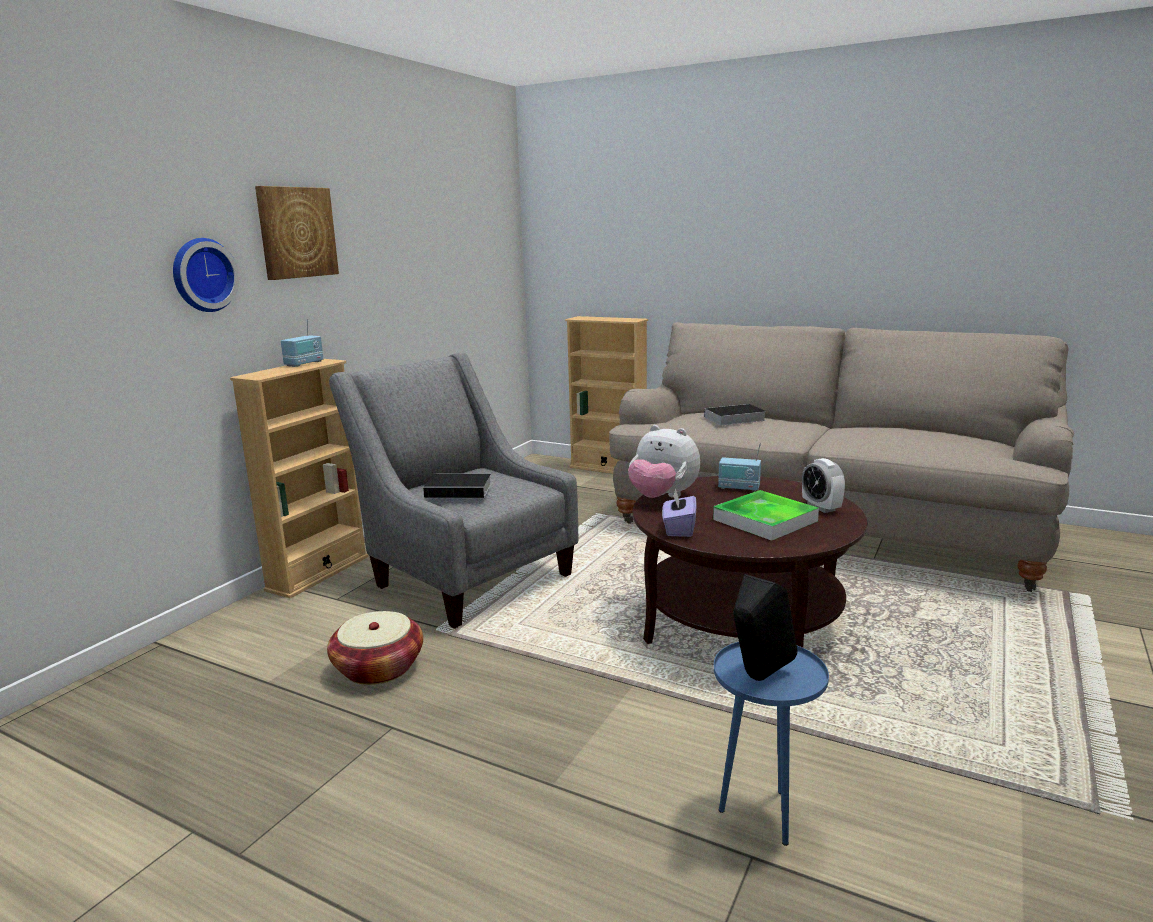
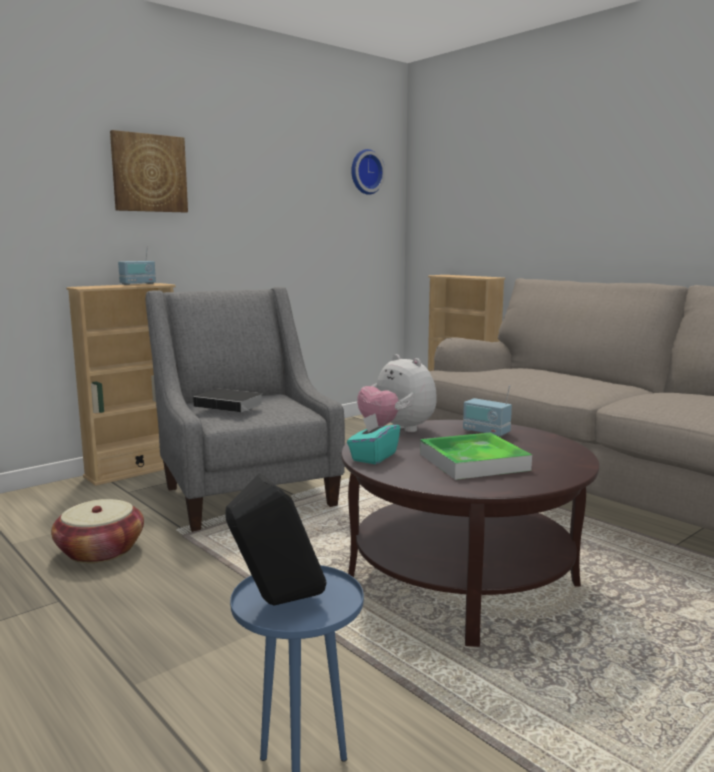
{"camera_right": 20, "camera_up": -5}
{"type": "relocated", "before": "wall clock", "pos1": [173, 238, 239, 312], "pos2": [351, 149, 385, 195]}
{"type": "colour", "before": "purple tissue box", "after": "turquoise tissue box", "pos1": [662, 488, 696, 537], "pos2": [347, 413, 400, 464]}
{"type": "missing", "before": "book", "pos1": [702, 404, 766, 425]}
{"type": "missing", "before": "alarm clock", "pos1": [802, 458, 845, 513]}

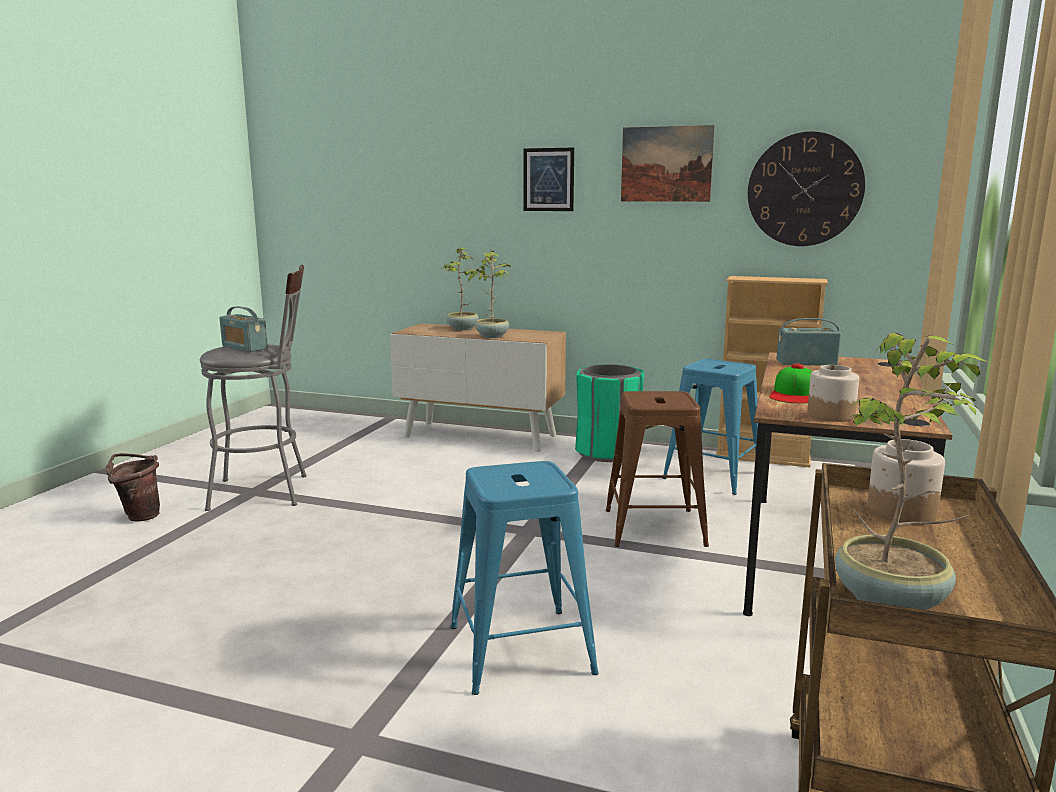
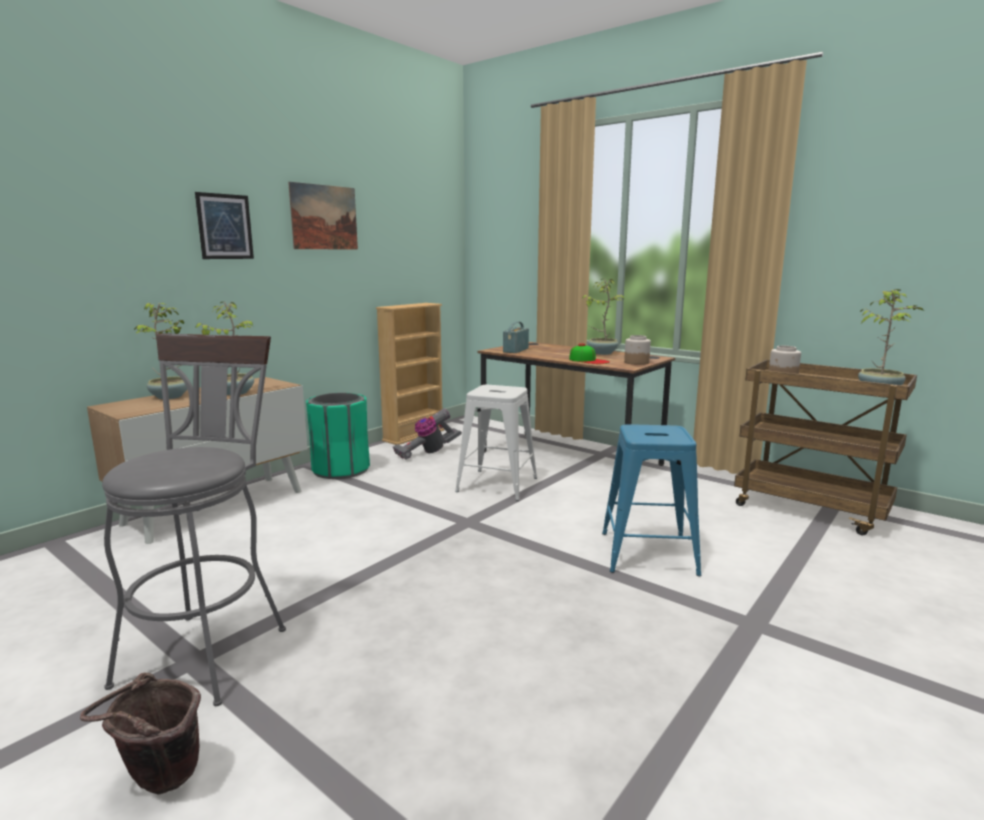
{"camera_right": -70, "camera_up": 0}
{"type": "missing", "before": "radio", "pos1": [220, 306, 268, 352]}
{"type": "colour", "before": "brown stool", "after": "white stool", "pos1": [606, 391, 709, 547], "pos2": [455, 385, 537, 501]}
{"type": "exchanged", "before": "blue stool", "after": "vacuum cleaner", "pos1": [663, 359, 758, 495], "pos2": [393, 408, 462, 460]}
{"type": "missing", "before": "wall clock", "pos1": [748, 132, 865, 246]}
{"type": "appeared", "after": "potted plant", "pos2": [583, 279, 625, 355]}

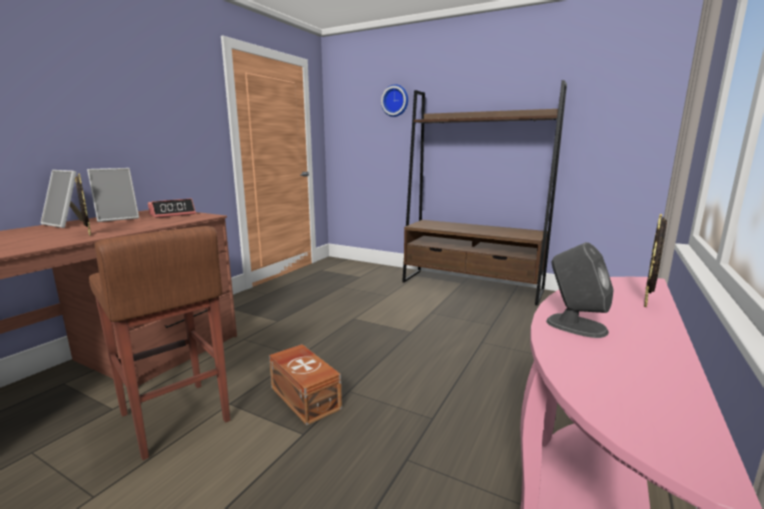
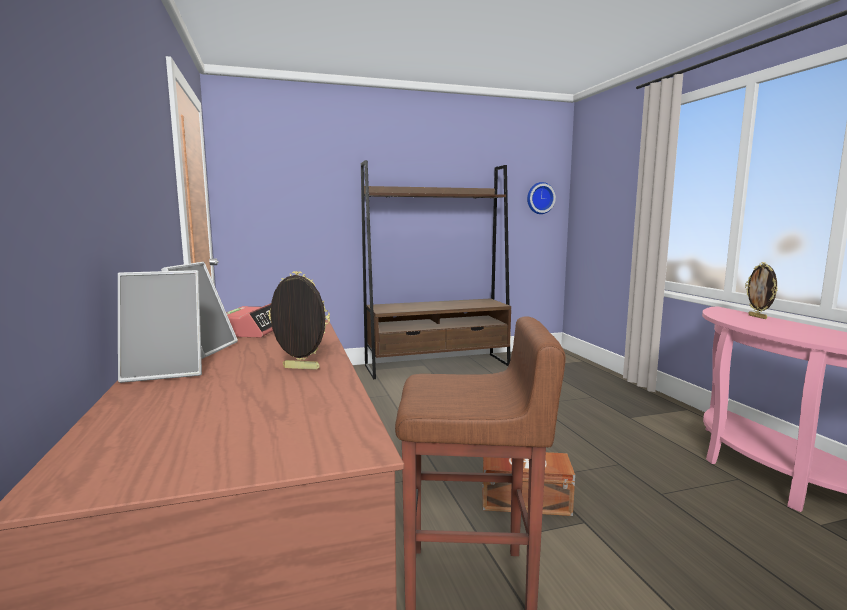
{"camera_right": -45, "camera_up": -5}
{"type": "relocated", "before": "wall clock", "pos1": [381, 84, 408, 117], "pos2": [527, 182, 556, 214]}
{"type": "missing", "before": "grey speaker", "pos1": [546, 242, 614, 338]}

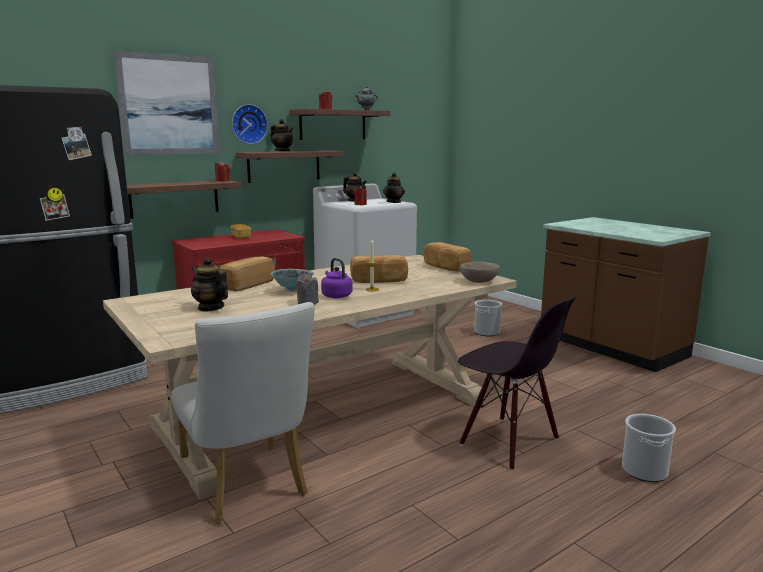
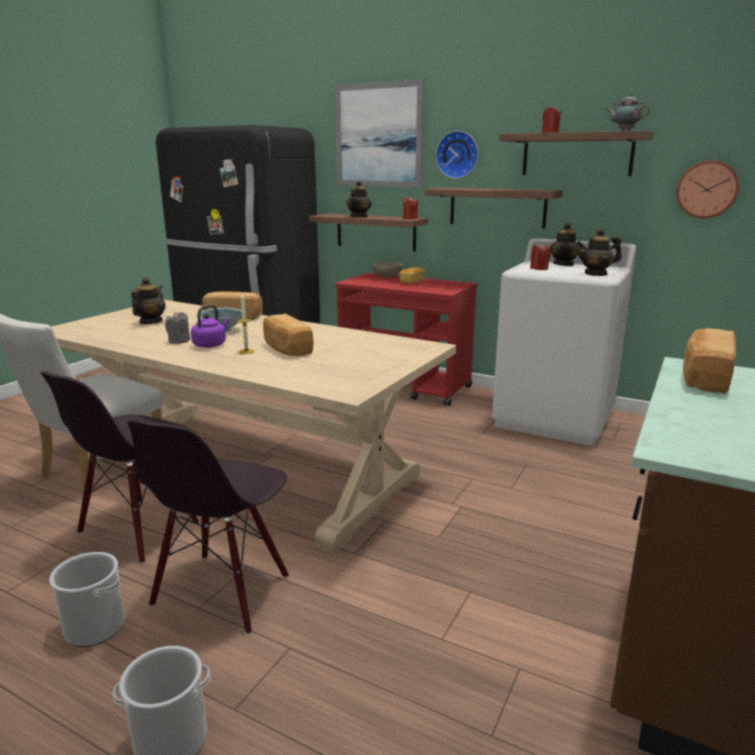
{"camera_right": 65, "camera_up": 5}
{"type": "relocated", "before": "teapot", "pos1": [271, 119, 293, 151], "pos2": [346, 180, 372, 218]}
{"type": "relocated", "before": "bread", "pos1": [423, 242, 471, 272], "pos2": [683, 328, 736, 394]}
{"type": "relocated", "before": "beige bowl", "pos1": [460, 261, 500, 283], "pos2": [373, 262, 402, 277]}
{"type": "relocated", "before": "bucket", "pos1": [474, 300, 502, 336], "pos2": [49, 552, 125, 647]}
{"type": "appeared", "after": "black chair", "pos2": [40, 371, 199, 564]}
{"type": "appeared", "after": "wall clock", "pos2": [676, 160, 739, 218]}

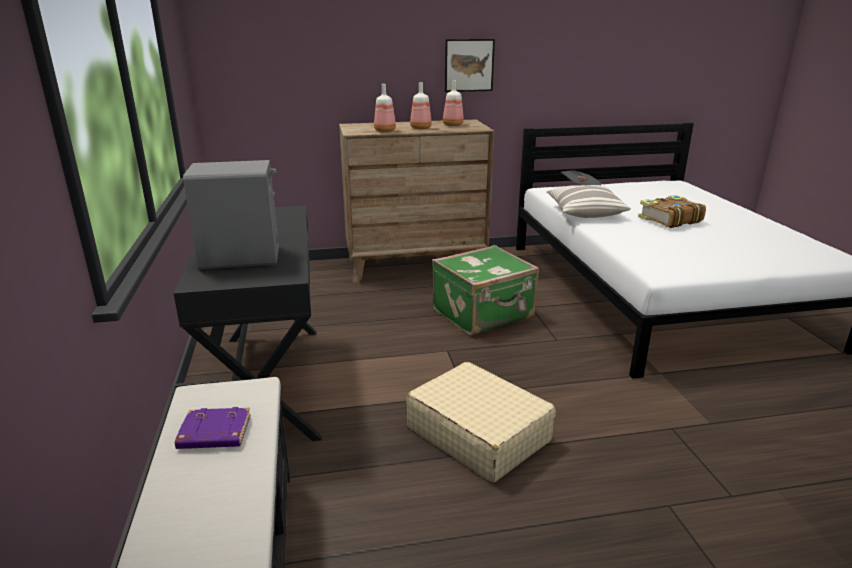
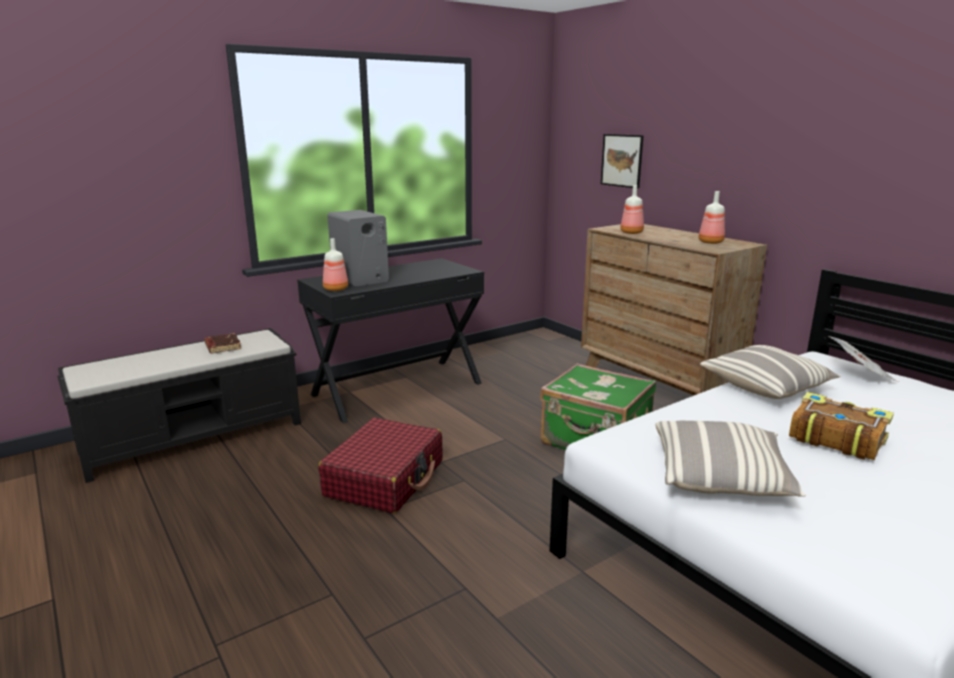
{"camera_right": 65, "camera_up": -5}
{"type": "colour", "before": "purple book", "after": "brown book", "pos1": [175, 407, 251, 449], "pos2": [204, 333, 241, 354]}
{"type": "colour", "before": "beige suitcase", "after": "red suitcase", "pos1": [406, 362, 556, 483], "pos2": [318, 418, 443, 514]}
{"type": "relocated", "before": "bottle", "pos1": [410, 82, 432, 129], "pos2": [323, 238, 348, 291]}
{"type": "relocated", "before": "picture", "pos1": [445, 39, 495, 92], "pos2": [601, 134, 644, 189]}
{"type": "appeared", "after": "pillow", "pos2": [655, 421, 806, 497]}

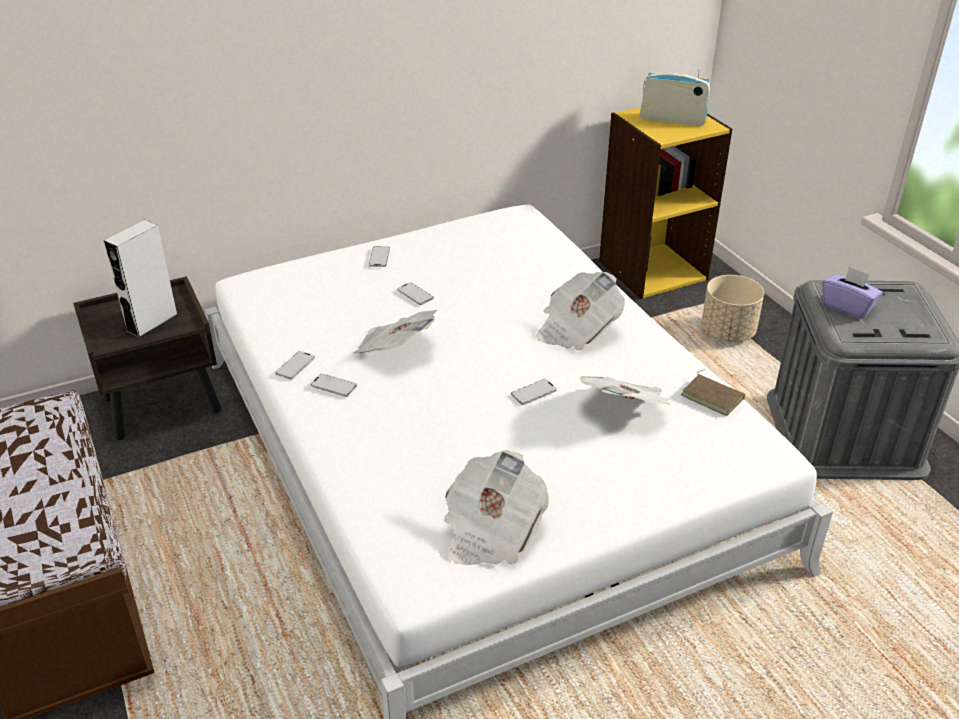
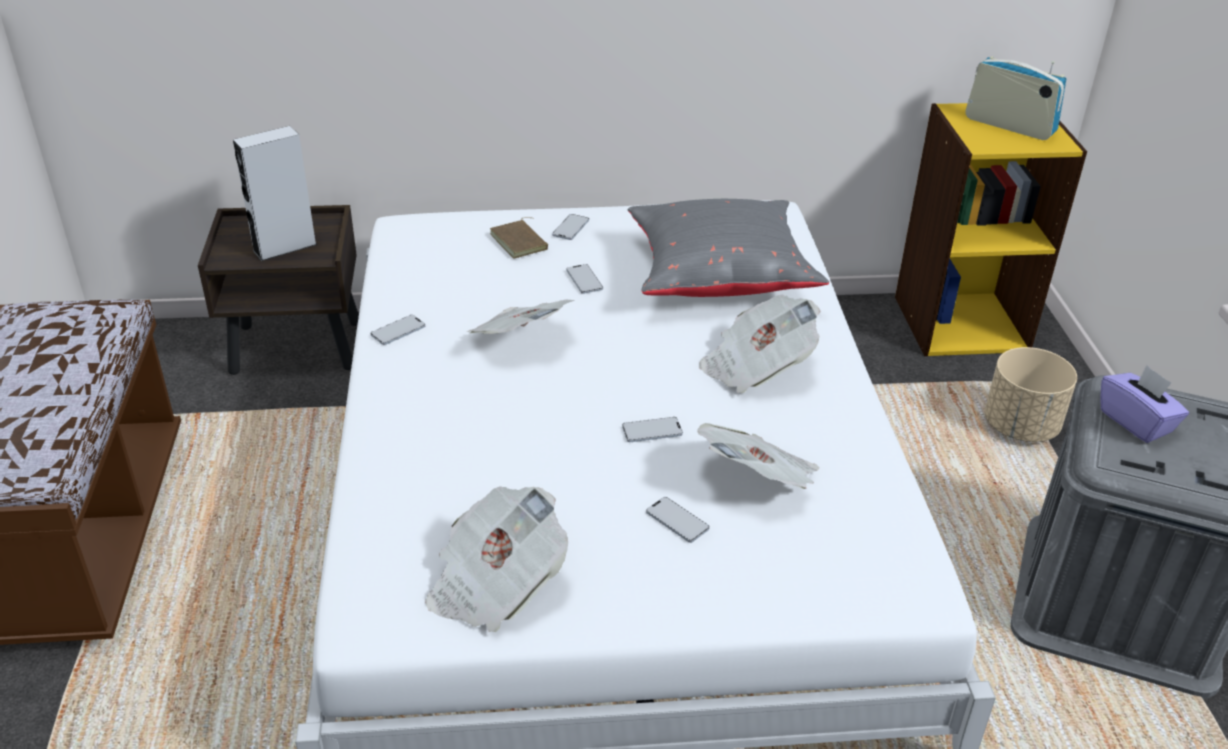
{"camera_right": 20, "camera_up": 0}
{"type": "relocated", "before": "phone", "pos1": [311, 374, 357, 397], "pos2": [646, 497, 710, 543]}
{"type": "relocated", "before": "brown book", "pos1": [681, 369, 745, 416], "pos2": [490, 217, 548, 259]}
{"type": "appeared", "after": "grey pillow", "pos2": [628, 199, 829, 297]}

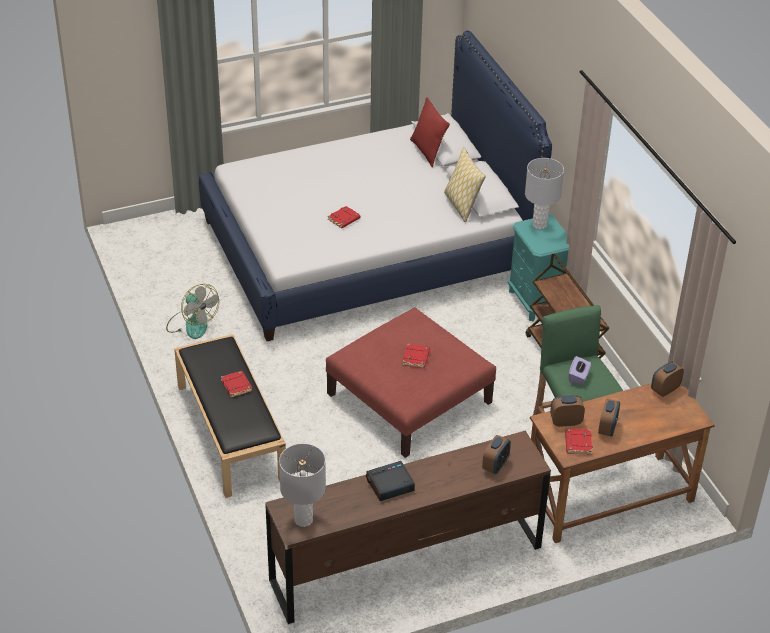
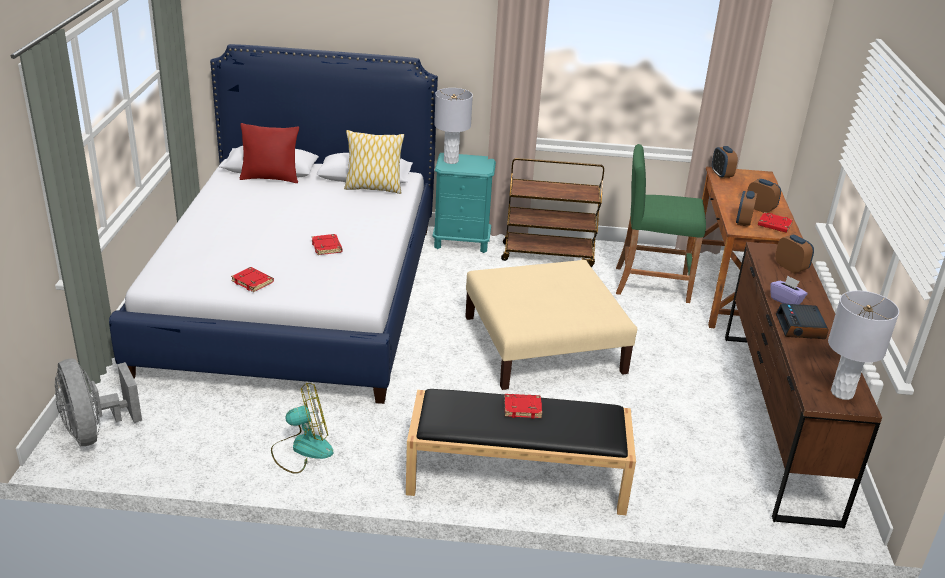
{"camera_right": -65, "camera_up": -10}
{"type": "colour", "before": "red ottoman", "after": "beige ottoman", "pos1": [326, 307, 496, 458], "pos2": [465, 260, 637, 390]}
{"type": "relocated", "before": "red book", "pos1": [403, 344, 430, 368], "pos2": [231, 267, 274, 292]}
{"type": "relocated", "before": "purple tissue box", "pos1": [569, 356, 591, 385], "pos2": [770, 276, 808, 304]}
{"type": "appeared", "after": "grey fan", "pos2": [55, 359, 142, 446]}

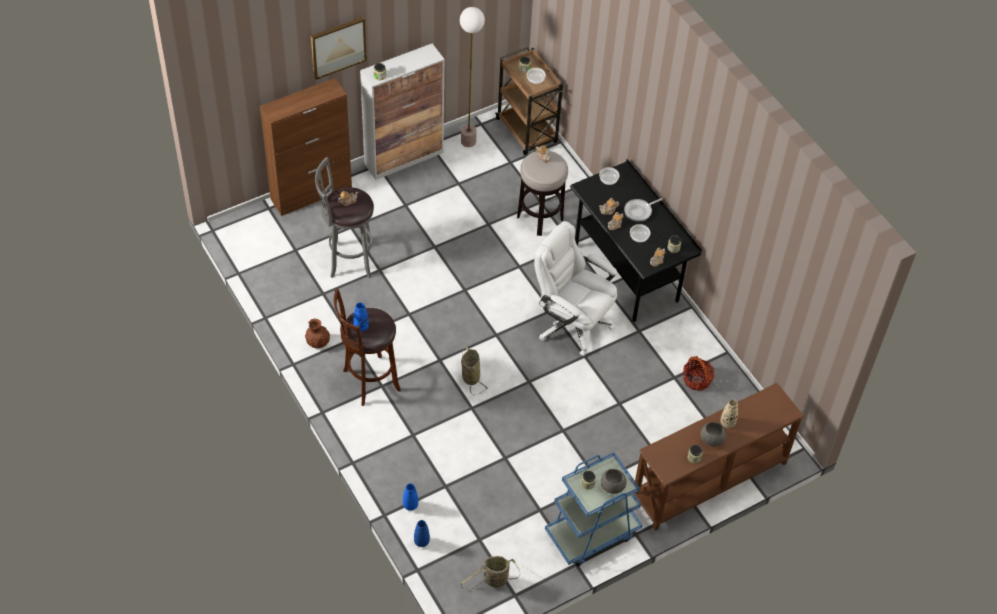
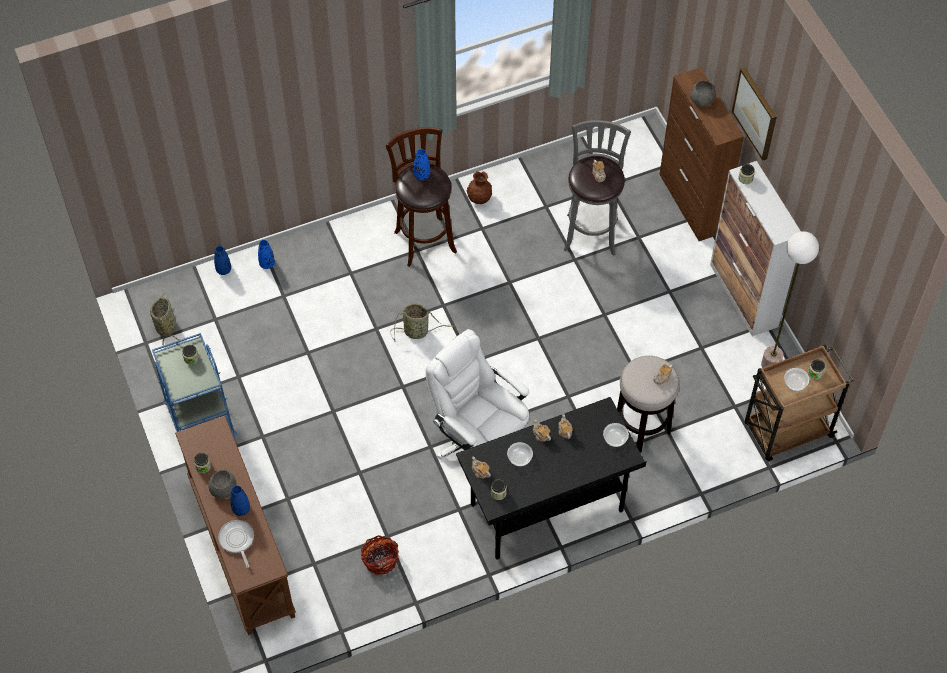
{"camera_right": 100, "camera_up": 5}
{"type": "spun", "before": "white office chair", "pos1": [534, 221, 617, 356], "pos2": [426, 329, 529, 459], "turn": -90}
{"type": "relocated", "before": "grey bowl", "pos1": [601, 469, 627, 494], "pos2": [690, 81, 716, 107]}
{"type": "relocated", "before": "frying pan", "pos1": [624, 198, 663, 222], "pos2": [218, 520, 254, 568]}
{"type": "colour", "before": "beige vase", "after": "blue vase", "pos1": [720, 399, 738, 428], "pos2": [230, 486, 250, 516]}

